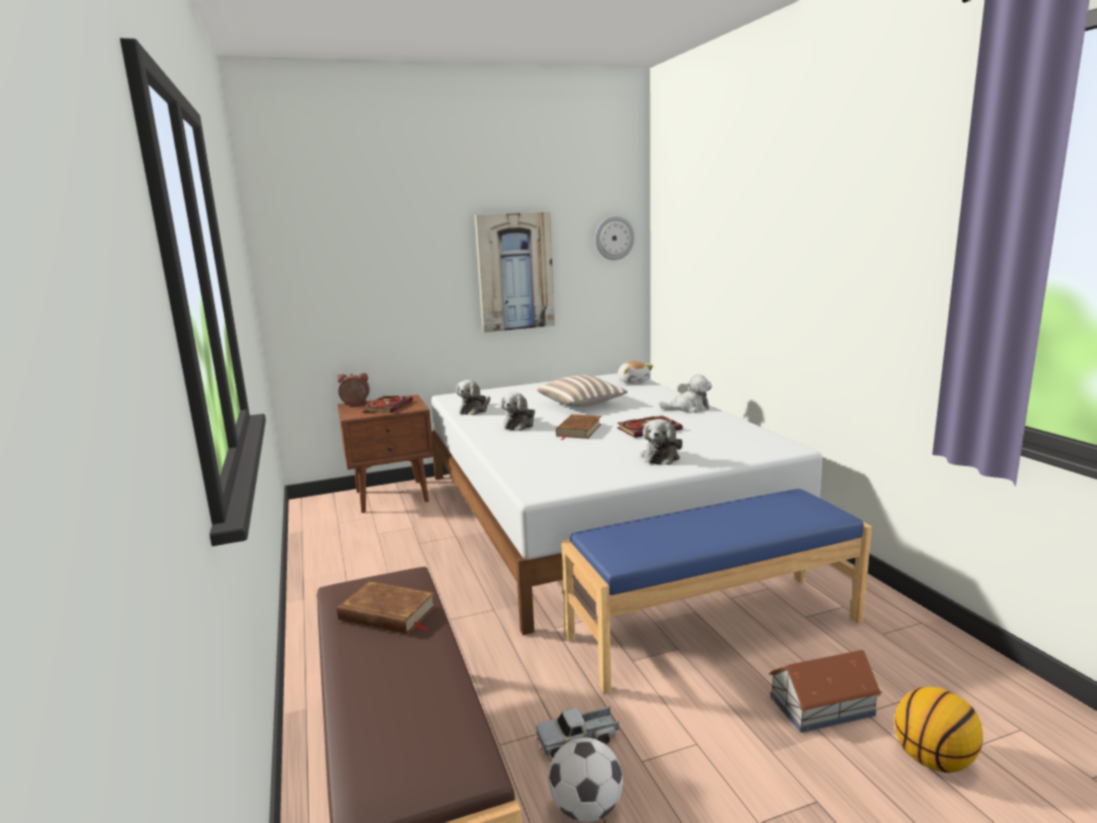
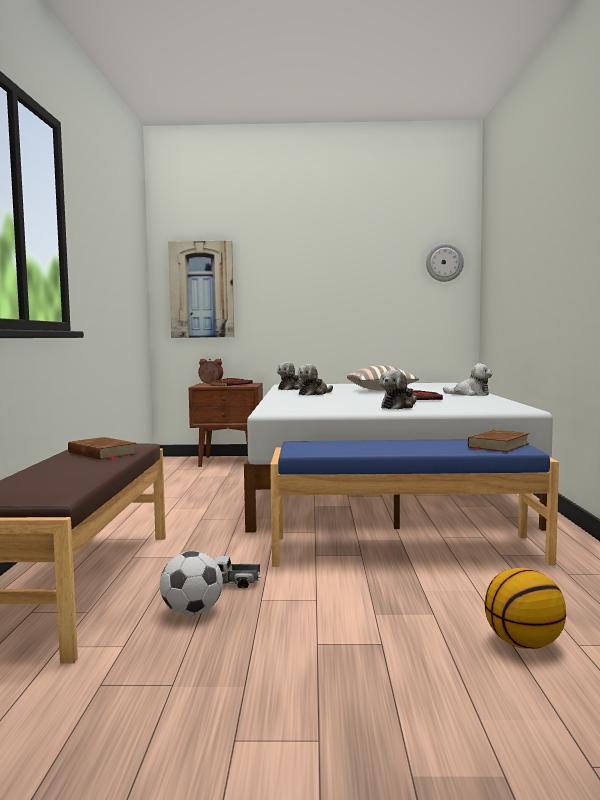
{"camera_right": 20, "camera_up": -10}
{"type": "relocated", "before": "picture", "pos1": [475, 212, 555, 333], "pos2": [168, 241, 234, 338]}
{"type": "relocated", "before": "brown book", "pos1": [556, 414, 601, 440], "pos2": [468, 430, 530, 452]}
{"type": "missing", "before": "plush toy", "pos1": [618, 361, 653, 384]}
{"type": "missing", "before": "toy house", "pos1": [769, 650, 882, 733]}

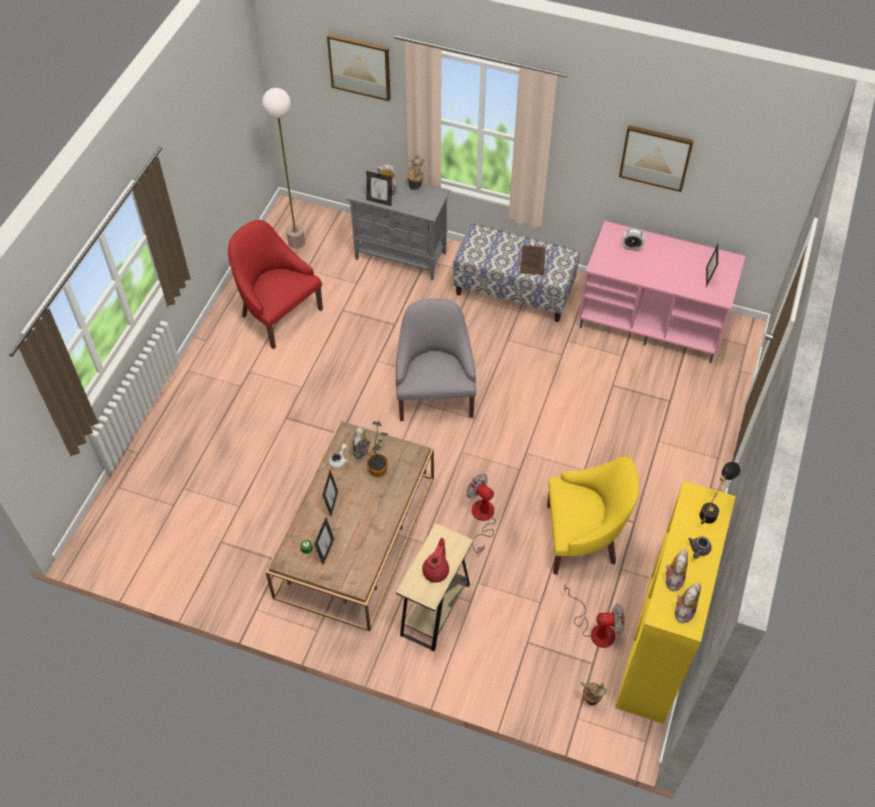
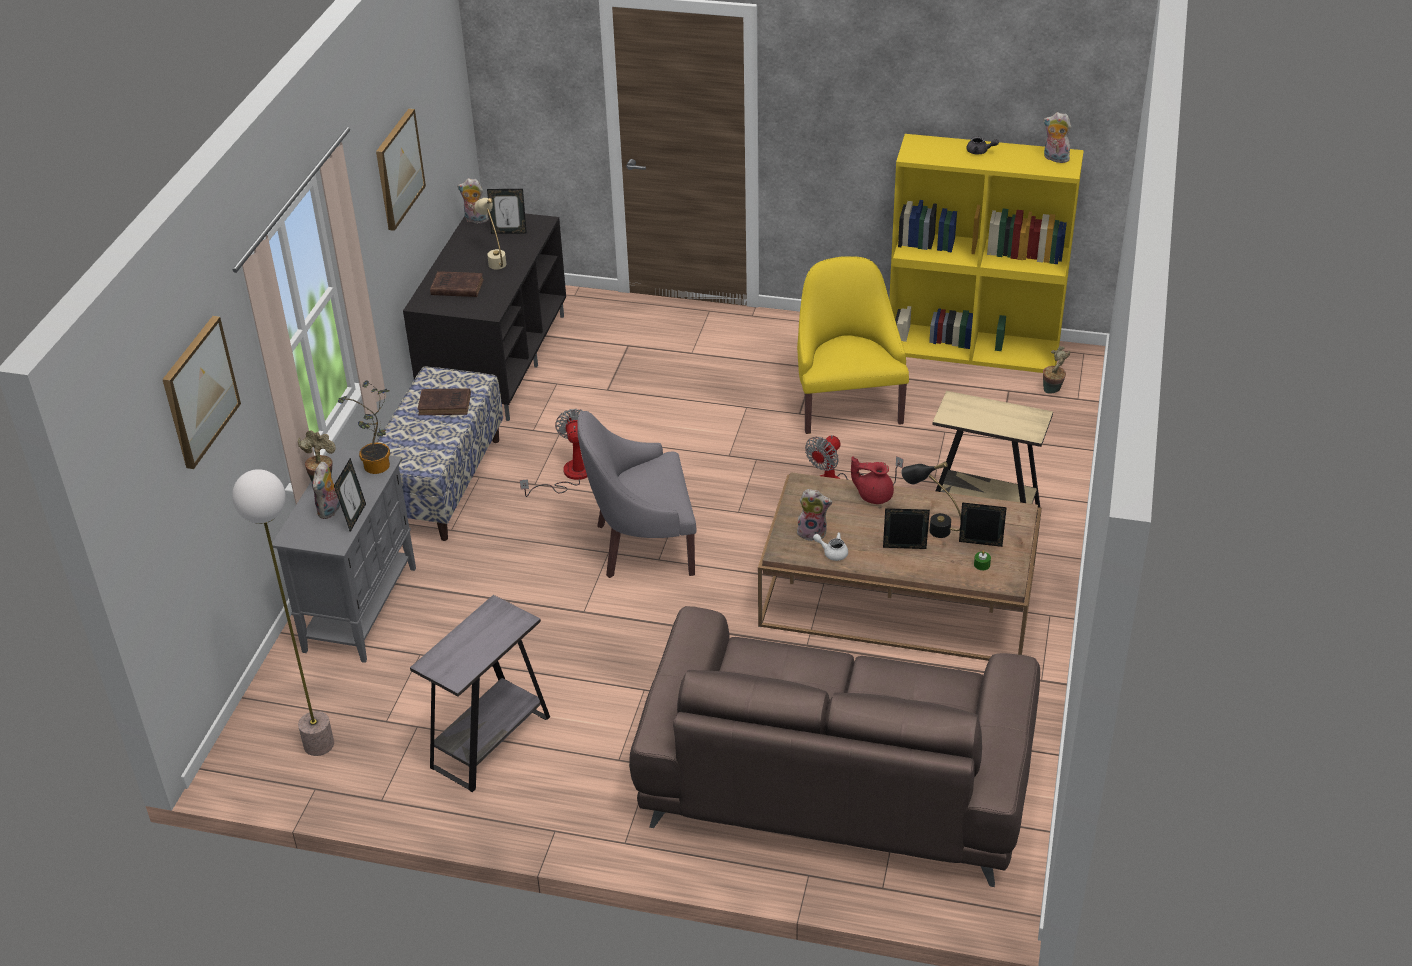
{"camera_right": -95, "camera_up": -15}
{"type": "exchanged", "before": "red armchair", "after": "grey side table", "pos1": [228, 220, 323, 349], "pos2": [410, 595, 550, 792]}
{"type": "relocated", "before": "potted plant", "pos1": [352, 421, 388, 477], "pos2": [338, 380, 390, 474]}
{"type": "relocated", "before": "red teapot", "pos1": [422, 538, 449, 583], "pos2": [851, 456, 894, 504]}
{"type": "relocated", "before": "fan", "pos1": [564, 584, 625, 648], "pos2": [520, 409, 587, 497]}
{"type": "colour", "before": "pink tv stand", "after": "black tv stand", "pos1": [578, 221, 745, 363], "pos2": [403, 214, 566, 421]}
{"type": "exchanged", "before": "alarm clock", "after": "brown book", "pos1": [622, 228, 645, 251], "pos2": [430, 271, 484, 297]}
{"type": "relocated", "before": "plush toy", "pos1": [666, 549, 688, 592], "pos2": [457, 178, 489, 225]}
{"type": "relocated", "before": "black table lamp", "pos1": [700, 462, 741, 524], "pos2": [901, 462, 961, 538]}
{"type": "appeared", "after": "beige table lamp", "pos2": [475, 198, 507, 270]}
{"type": "appeared", "after": "brown sofa", "pos2": [629, 606, 1040, 887]}

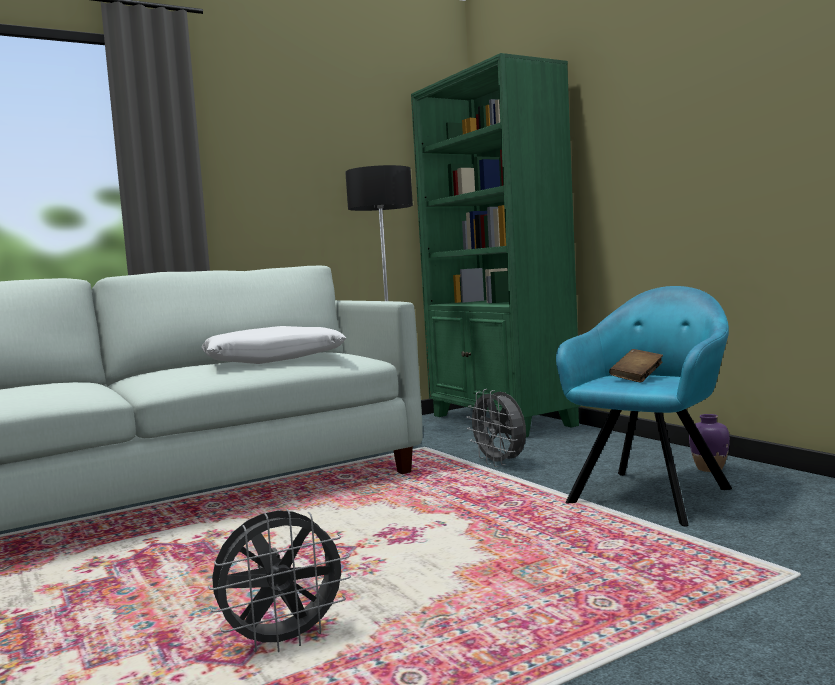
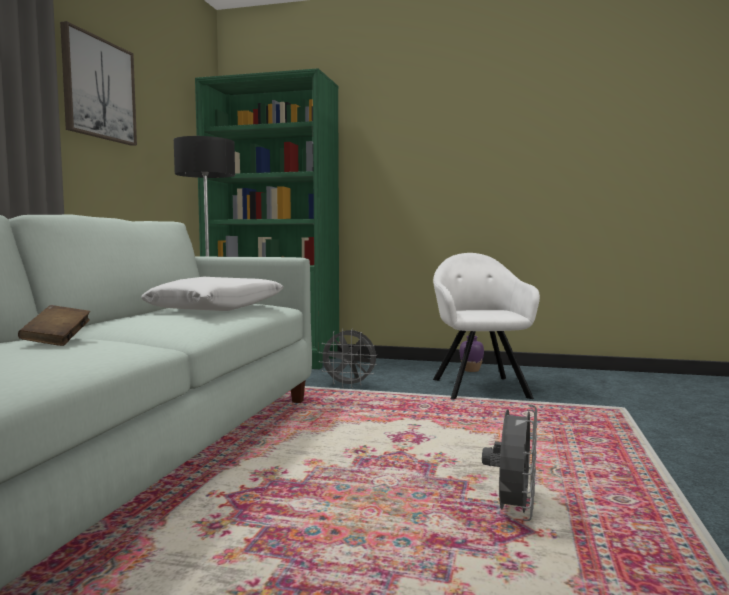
{"camera_right": -45, "camera_up": 0}
{"type": "colour", "before": "turquoise armchair", "after": "white armchair", "pos1": [556, 286, 732, 527], "pos2": [433, 253, 540, 400]}
{"type": "relocated", "before": "brown book", "pos1": [609, 349, 663, 383], "pos2": [18, 305, 91, 346]}
{"type": "appeared", "after": "picture", "pos2": [60, 21, 137, 146]}

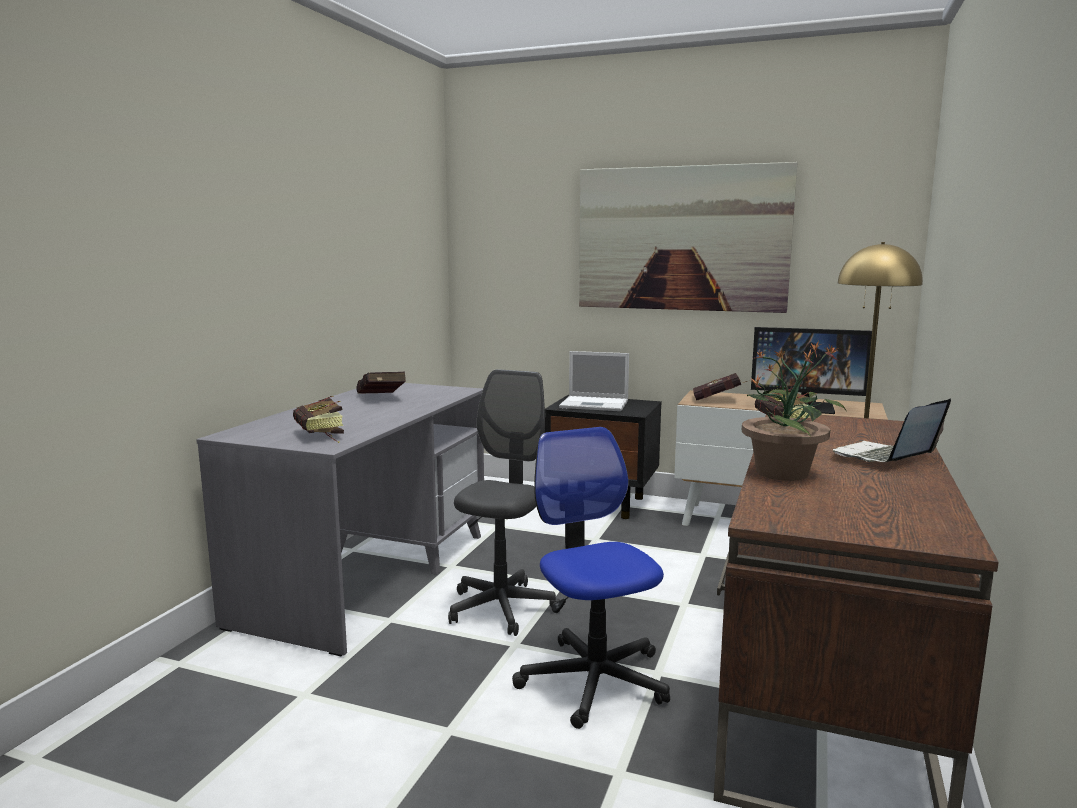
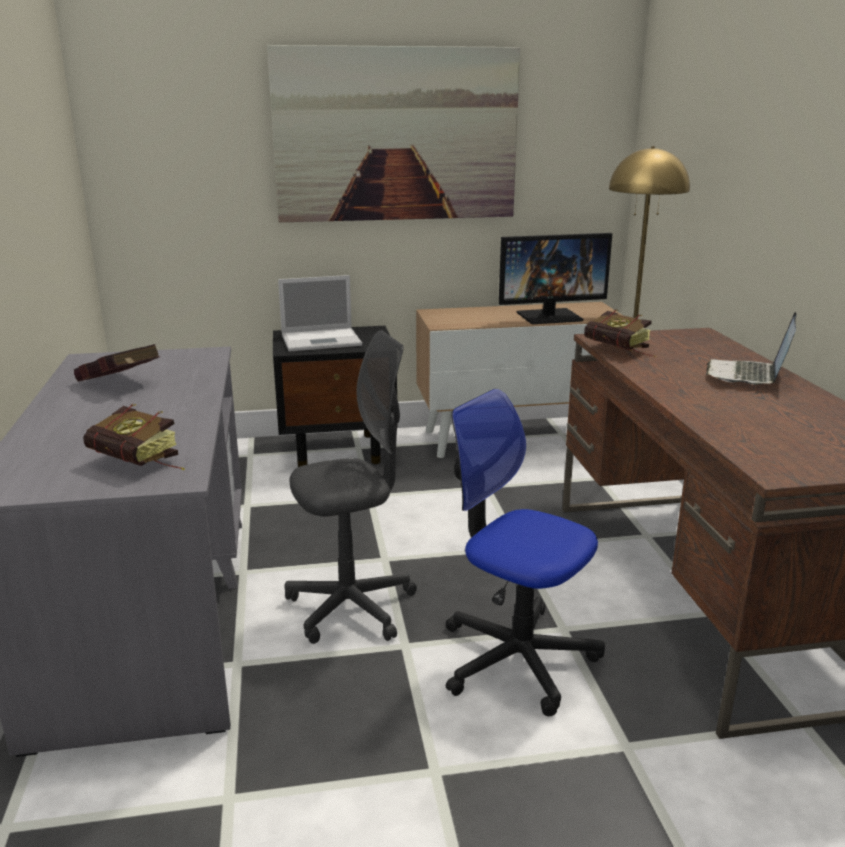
{"camera_right": -30, "camera_up": 10}
{"type": "spun", "before": "grey office chair", "pos1": [448, 369, 560, 636], "pos2": [285, 330, 417, 644], "turn": 75}
{"type": "missing", "before": "red book", "pos1": [693, 373, 747, 401]}
{"type": "missing", "before": "potted plant", "pos1": [742, 341, 846, 481]}

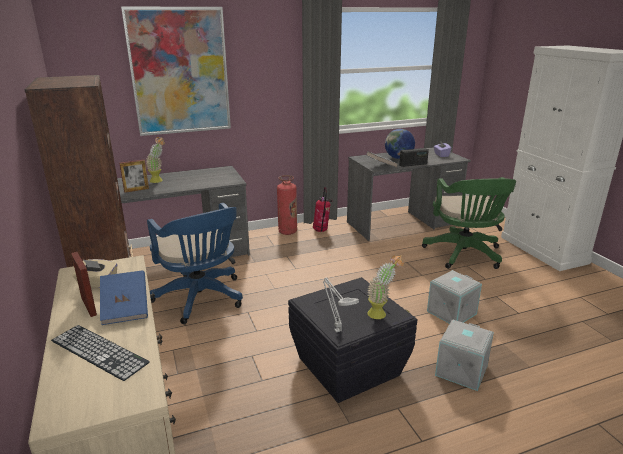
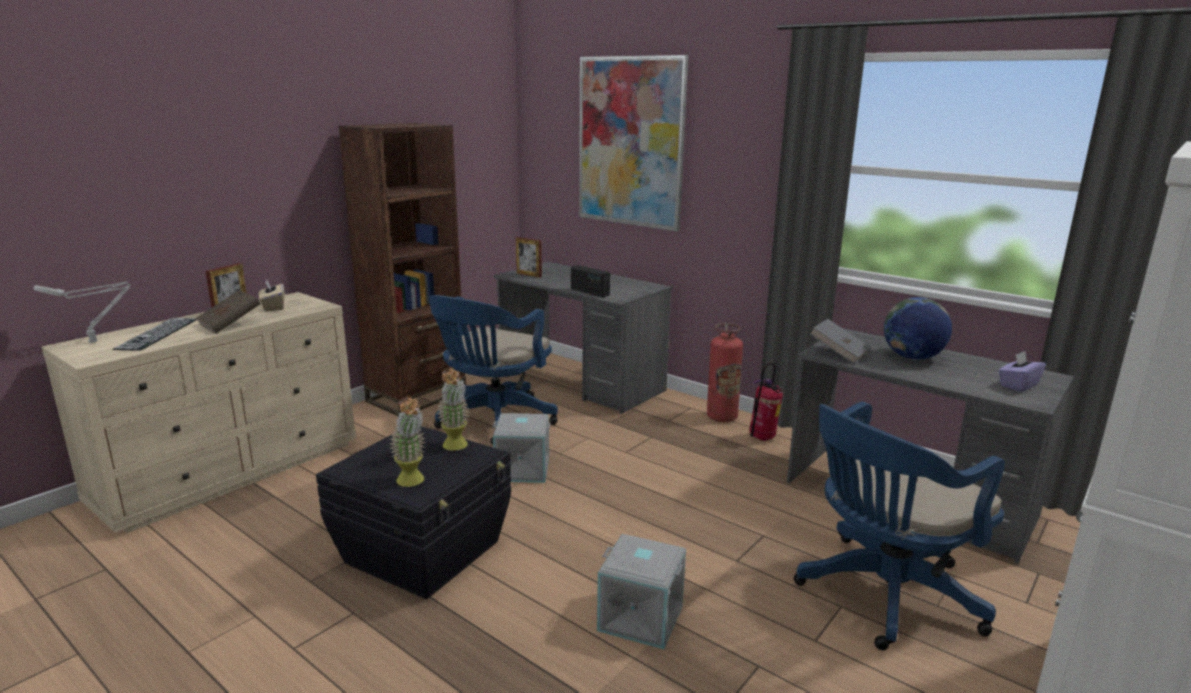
{"camera_right": 60, "camera_up": -5}
{"type": "colour", "before": "blue book", "after": "brown book", "pos1": [100, 270, 148, 325], "pos2": [195, 290, 260, 334]}
{"type": "relocated", "before": "potted plant", "pos1": [146, 137, 165, 183], "pos2": [436, 367, 470, 451]}
{"type": "relocated", "before": "grey table lamp", "pos1": [323, 278, 359, 332], "pos2": [33, 282, 130, 343]}
{"type": "relocated", "before": "radio", "pos1": [399, 148, 429, 167], "pos2": [571, 265, 610, 297]}
{"type": "colour", "before": "green office chair", "after": "blue office chair", "pos1": [422, 177, 516, 269], "pos2": [794, 402, 1005, 651]}
{"type": "relocated", "before": "grey storage box", "pos1": [435, 320, 494, 391], "pos2": [492, 413, 551, 483]}

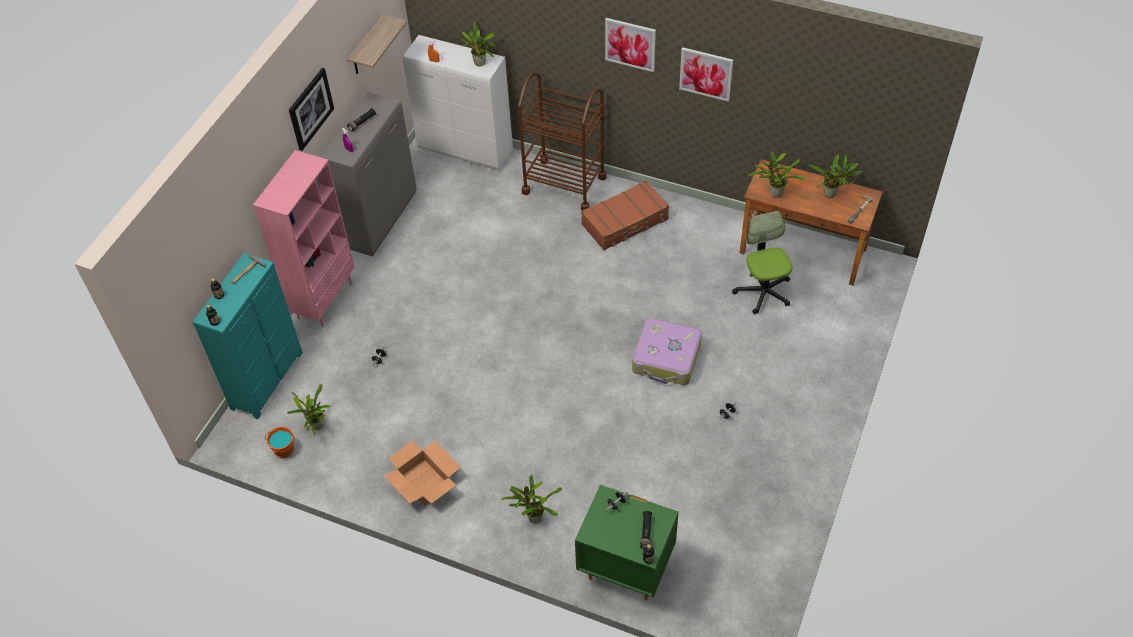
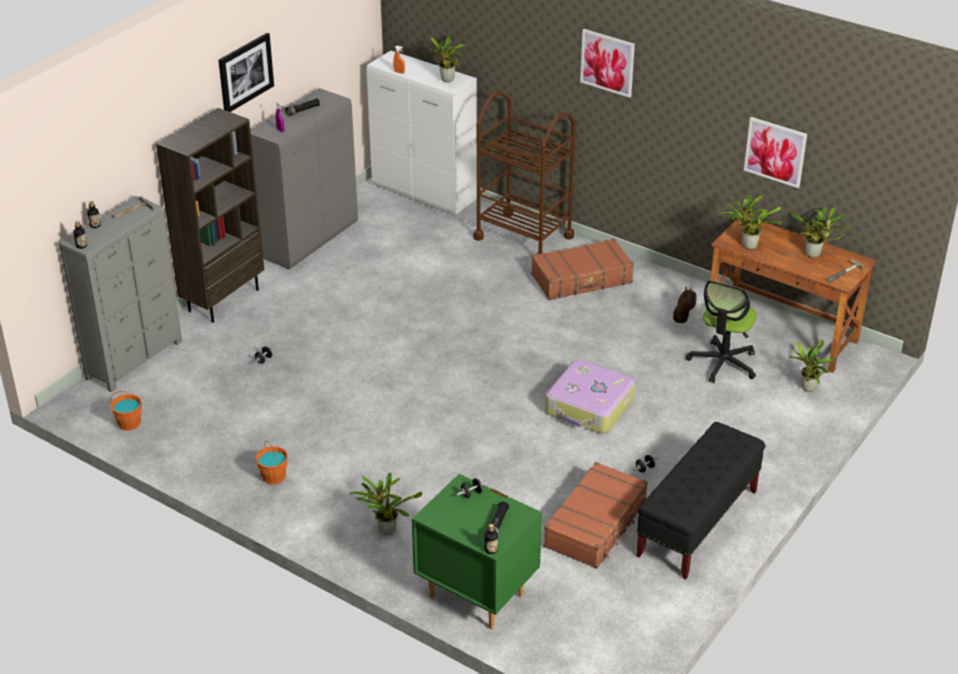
{"camera_right": 10, "camera_up": -15}
{"type": "colour", "before": "turquoise dresser", "after": "grey dresser", "pos1": [192, 253, 303, 419], "pos2": [58, 196, 182, 392]}
{"type": "colour", "before": "pink bookcase", "after": "brown bookcase", "pos1": [253, 150, 355, 327], "pos2": [156, 108, 264, 323]}
{"type": "relocated", "before": "potted plant", "pos1": [287, 384, 330, 435], "pos2": [789, 340, 837, 392]}
{"type": "missing", "before": "shelf", "pos1": [347, 15, 407, 74]}
{"type": "exchanged", "before": "cardboard box", "after": "orange bucket", "pos1": [384, 440, 461, 506], "pos2": [256, 441, 288, 485]}
{"type": "relocated", "before": "picture", "pos1": [679, 47, 733, 102], "pos2": [744, 117, 807, 188]}
{"type": "spun", "before": "office chair", "pos1": [732, 211, 793, 314], "pos2": [686, 280, 757, 383], "turn": -150}
{"type": "appeared", "after": "brown suitcase", "pos2": [543, 462, 648, 569]}
{"type": "appeared", "after": "black bench", "pos2": [636, 422, 765, 579]}
{"type": "appeared", "after": "brown boot", "pos2": [673, 287, 696, 323]}

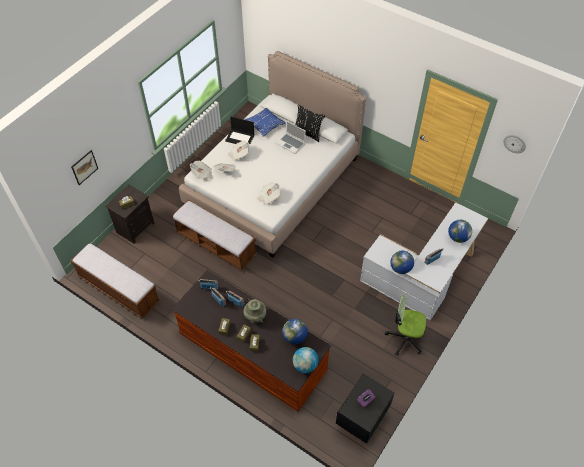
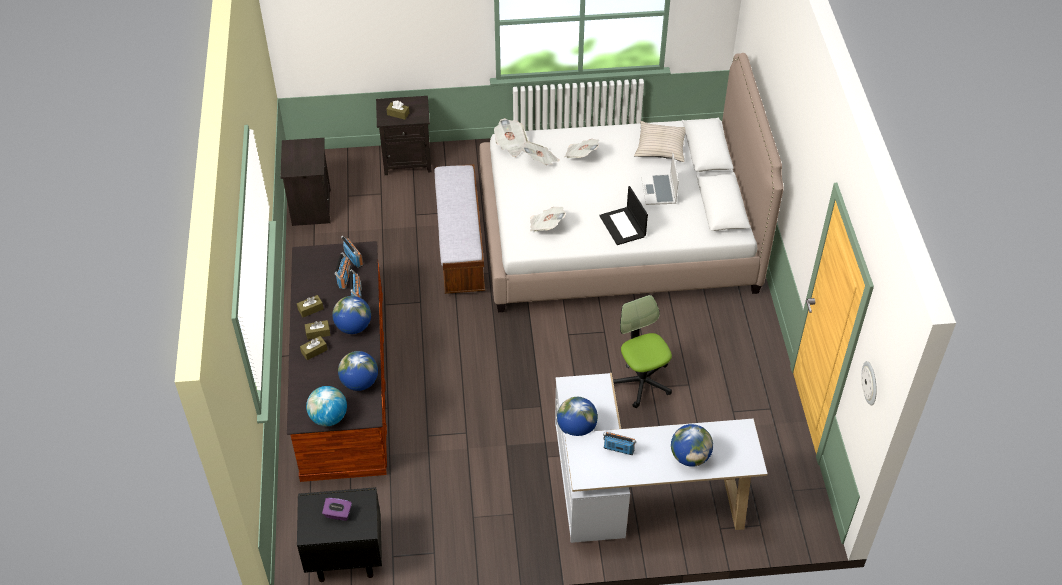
{"camera_right": 50, "camera_up": -5}
{"type": "missing", "before": "picture", "pos1": [71, 150, 98, 185]}
{"type": "exchanged", "before": "bench", "after": "black nightstand", "pos1": [71, 243, 160, 319], "pos2": [280, 138, 331, 226]}
{"type": "relocated", "before": "laptop", "pos1": [225, 117, 254, 144], "pos2": [600, 186, 648, 245]}
{"type": "exchanged", "before": "turquoise vase", "after": "globe", "pos1": [243, 299, 266, 323], "pos2": [332, 296, 371, 334]}
{"type": "colour", "before": "blue pillow", "after": "beige pillow", "pos1": [244, 108, 286, 137], "pos2": [634, 121, 686, 162]}
{"type": "missing", "before": "black pillow", "pos1": [295, 104, 325, 142]}
{"type": "relocated", "before": "office chair", "pos1": [385, 294, 426, 356], "pos2": [613, 295, 672, 408]}

